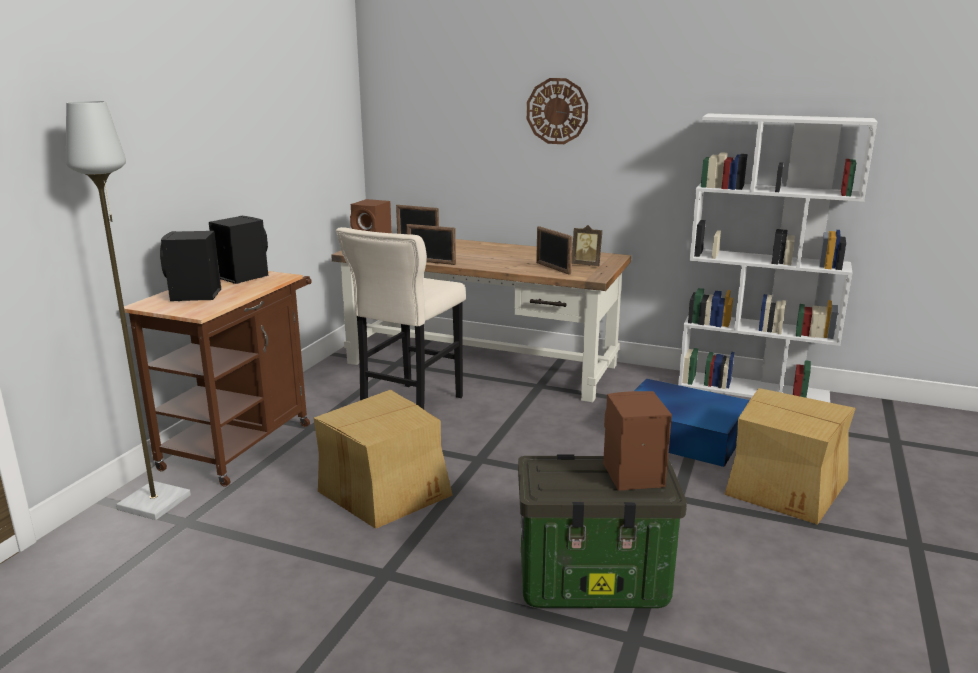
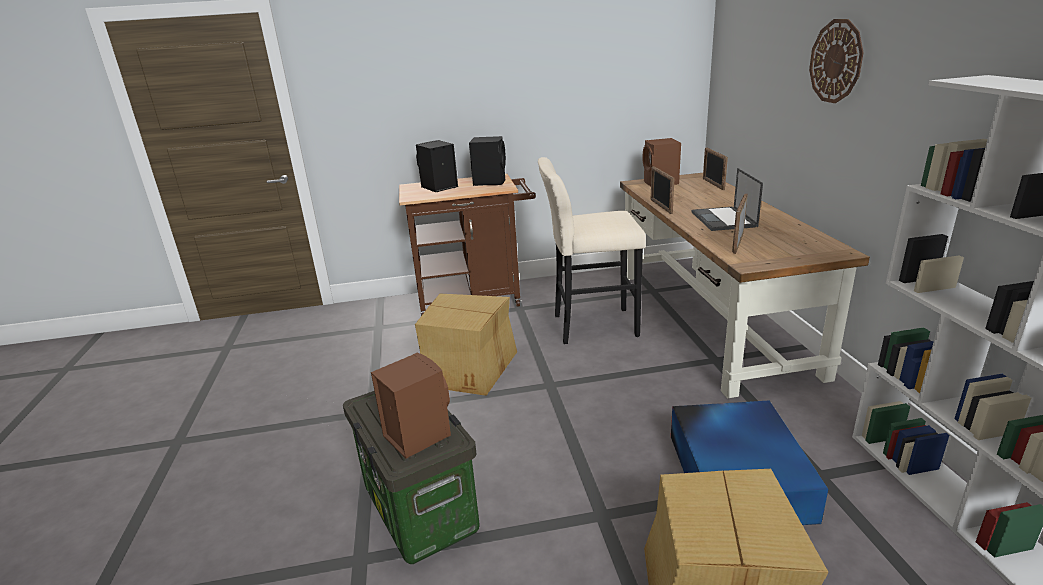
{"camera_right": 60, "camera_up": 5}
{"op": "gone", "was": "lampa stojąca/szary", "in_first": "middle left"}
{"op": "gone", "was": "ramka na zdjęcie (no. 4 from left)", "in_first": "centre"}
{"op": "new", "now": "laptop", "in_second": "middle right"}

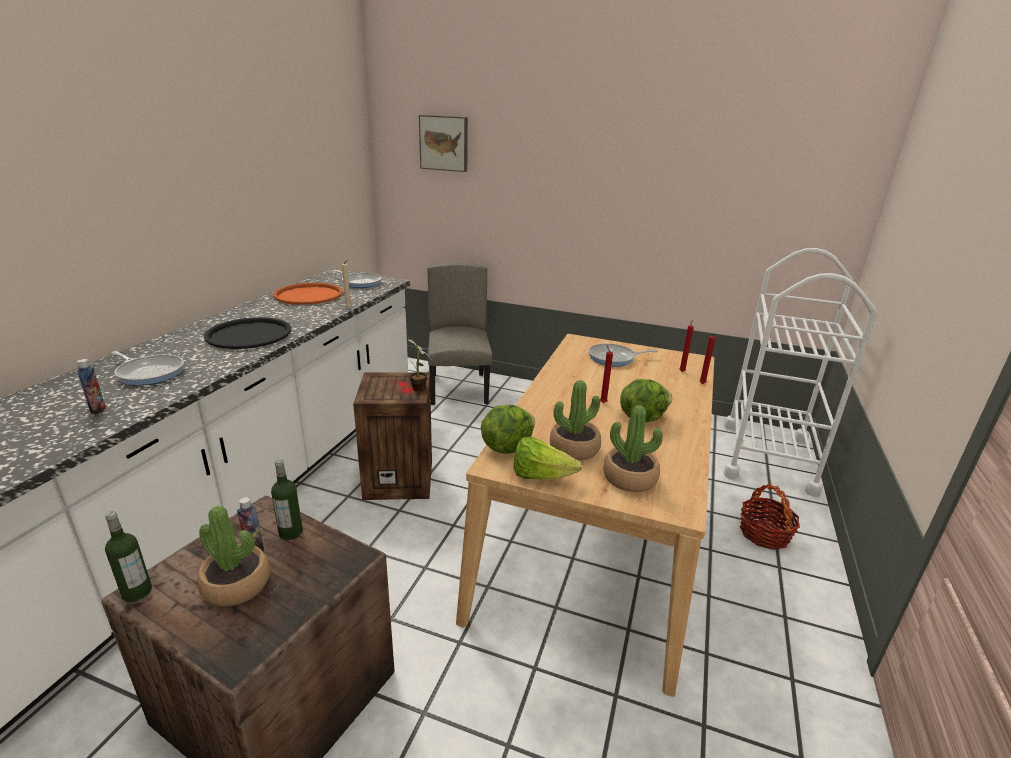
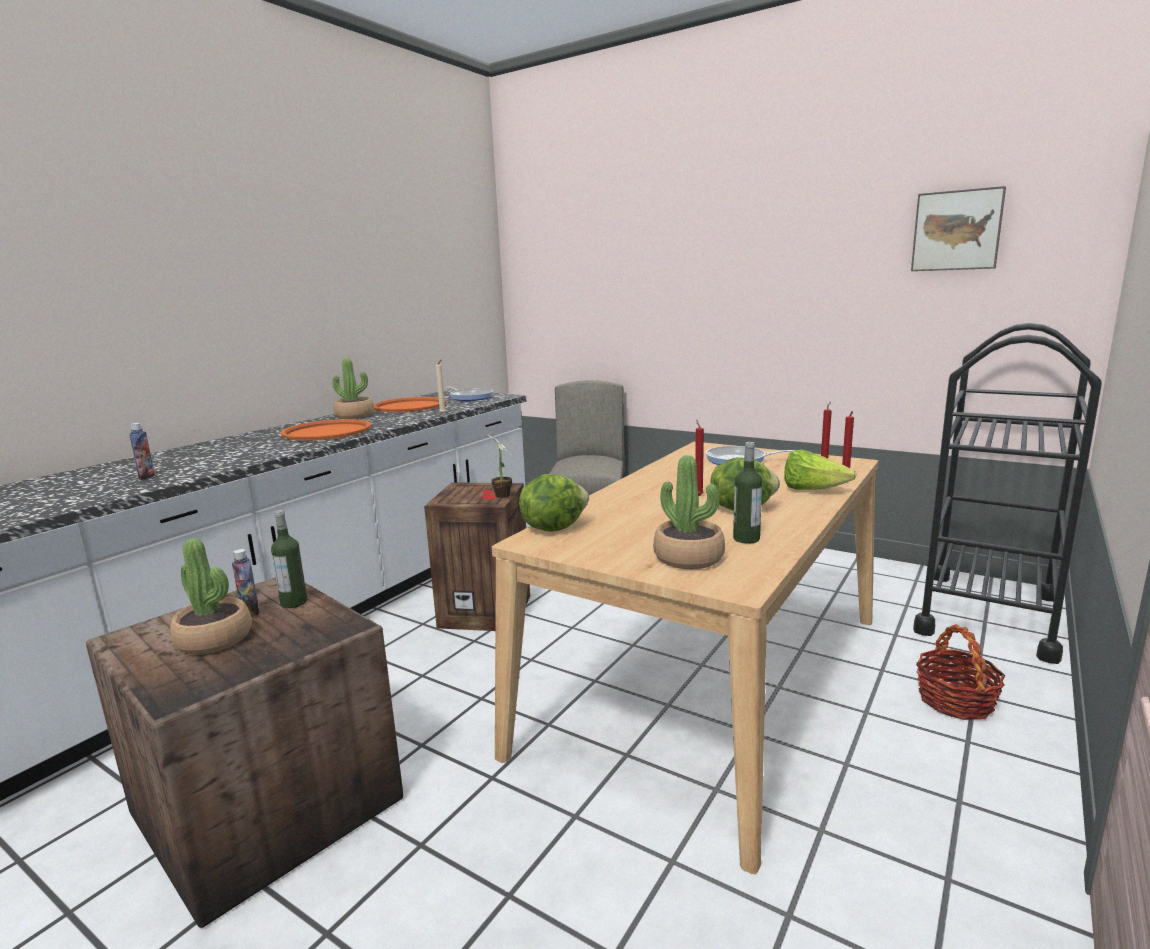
{"camera_right": 15, "camera_up": -10}
{"op": "shifted", "was": "butelka (no. 2 from left in the first image)", "now": "butelka (no. 4 from left)", "in_first": "bottom left", "in_second": "centre"}
{"op": "gone", "was": "patelnia (no. 1 from left)", "in_first": "middle left"}
{"op": "repainted", "was": "taca/czarny", "now": "taca/pomarańczowy (no. 1 from left)", "in_first": "middle left", "in_second": "middle left"}
{"op": "shifted", "was": "obraz", "in_first": "top centre", "in_second": "top right"}
{"op": "shifted", "was": "sałata (no. 2 from left in the first image)", "now": "sałata (no. 3 from left)", "in_first": "centre", "in_second": "middle right"}
{"op": "shifted", "was": "roślina doniczkowa (no. 3 from left in the first image)", "now": "roślina doniczkowa (no. 2 from left)", "in_first": "centre", "in_second": "middle left"}
{"op": "repainted", "was": "wózek/biały", "now": "wózek/czarny", "in_first": "middle right", "in_second": "middle right"}

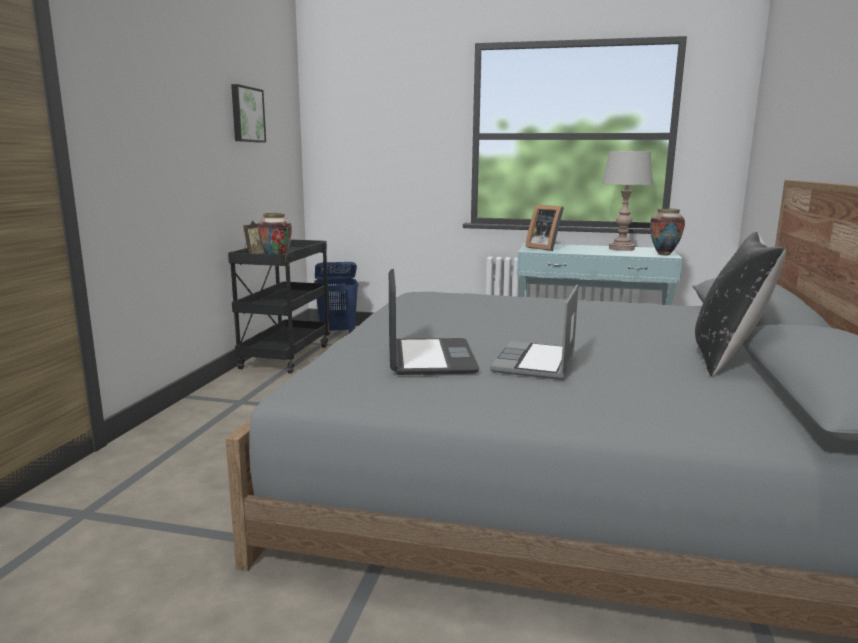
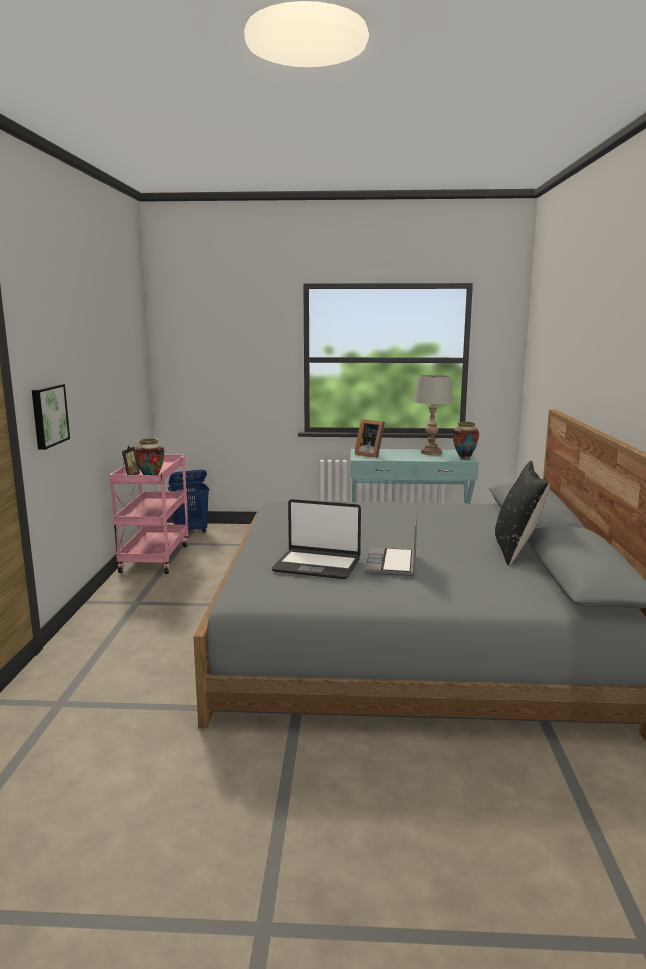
{"camera_right": -10, "camera_up": 0}
{"op": "repainted", "was": "wózek/czarny", "now": "wózek/różowy", "in_first": "middle left", "in_second": "middle left"}
{"op": "shifted", "was": "obraz", "in_first": "top left", "in_second": "middle left"}
{"op": "rotated", "was": "laptop (no. 1 from left)", "in_first": "centre", "in_second": "centre", "clockwise": 120}

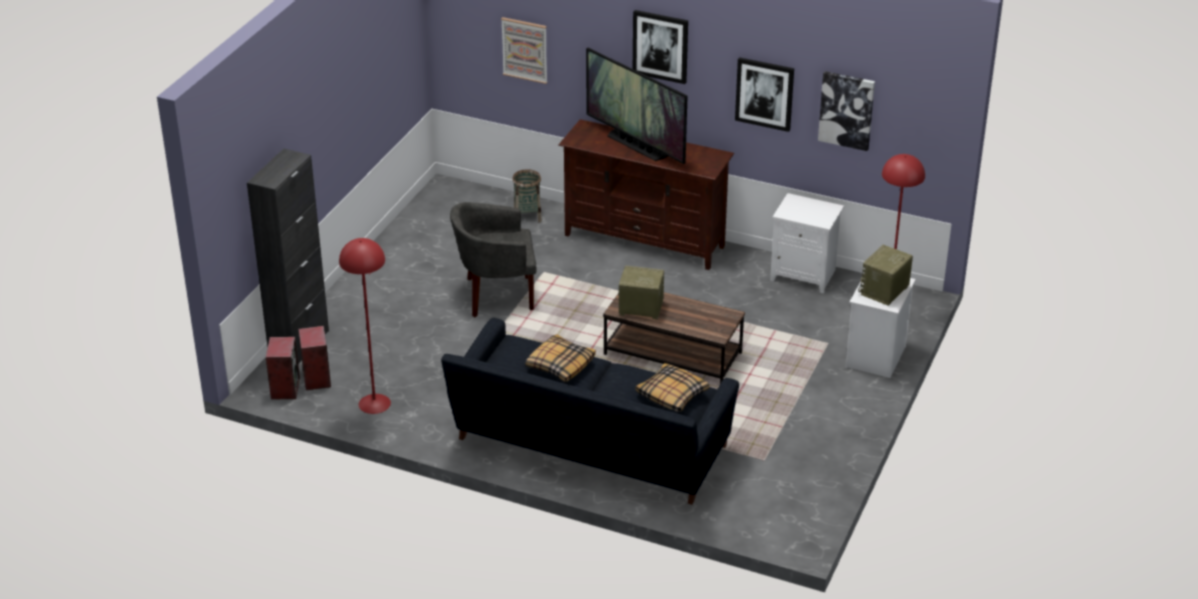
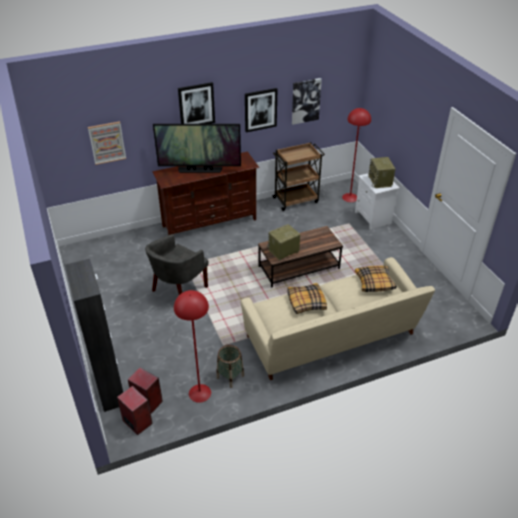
{"camera_right": -45, "camera_up": 5}
{"op": "repainted", "was": "kanapa/czarny", "now": "kanapa/beżowy", "in_first": "bottom centre", "in_second": "centre"}
{"op": "shifted", "was": "koszyk", "in_first": "top centre", "in_second": "bottom centre"}
{"op": "swapped", "was": "szafka nocna/biały (no. 1 from left)", "now": "wózek/brązowy", "in_first": "middle right", "in_second": "centre"}

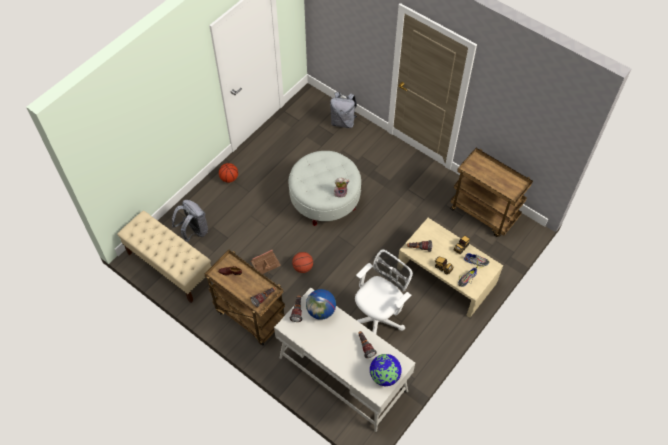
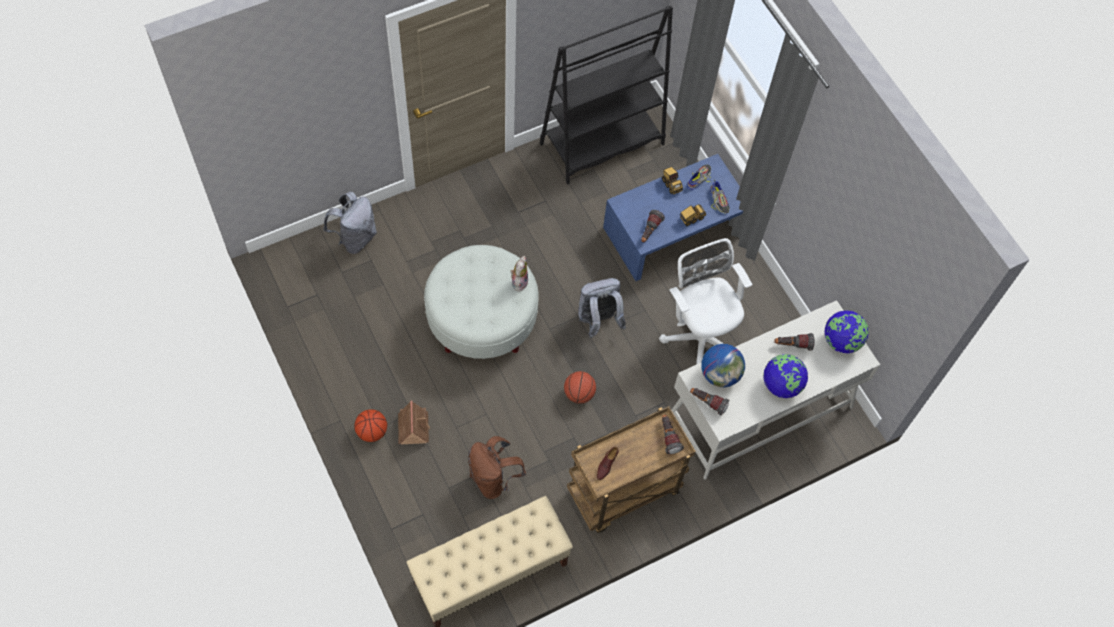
{"camera_right": -70, "camera_up": 5}
{"op": "shifted", "was": "plecak/szary (no. 1 from left in the first image)", "now": "plecak/szary (no. 2 from left)", "in_first": "middle left", "in_second": "centre"}
{"op": "shifted", "was": "domek", "in_first": "centre", "in_second": "bottom centre"}
{"op": "repainted", "was": "ława/beżowy", "now": "ława/niebieski", "in_first": "middle right", "in_second": "centre"}
{"op": "swapped", "was": "wózek/brązowy (no. 2 from left)", "now": "regał/czarny", "in_first": "middle right", "in_second": "top centre"}
{"op": "new", "now": "plecak/brązowy", "in_second": "bottom centre"}
{"op": "new", "now": "globus (no. 2 from left)", "in_second": "middle right"}

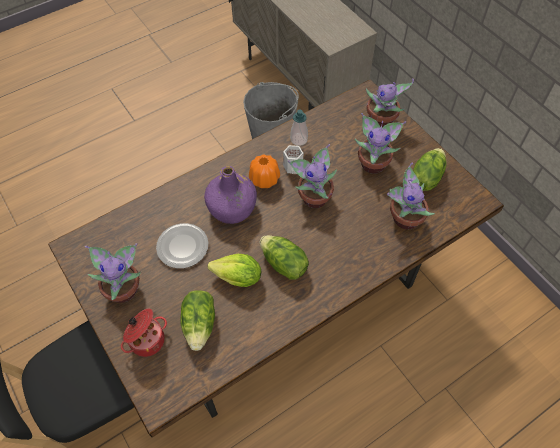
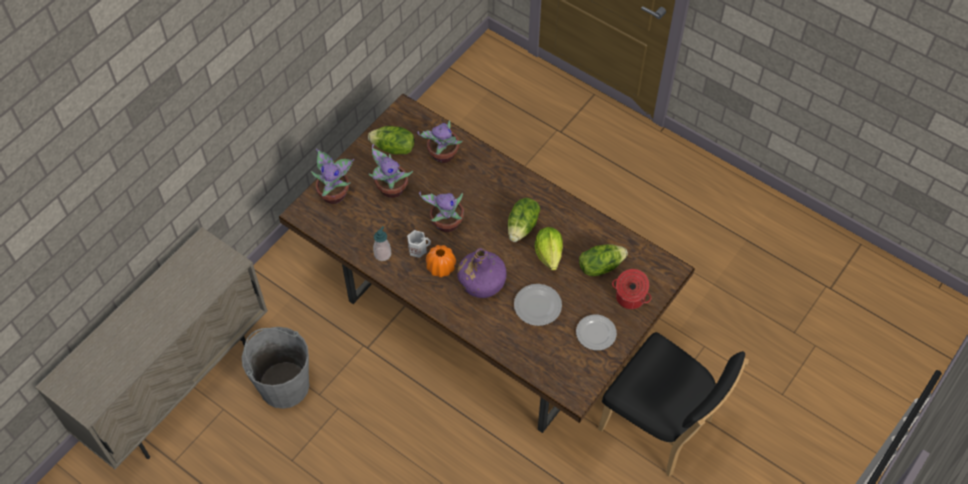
{"camera_right": -110, "camera_up": 0}
{"op": "swapped", "was": "roślina doniczkowa (no. 1 from left)", "now": "talerz (no. 2 from left)", "in_first": "middle left", "in_second": "bottom centre"}

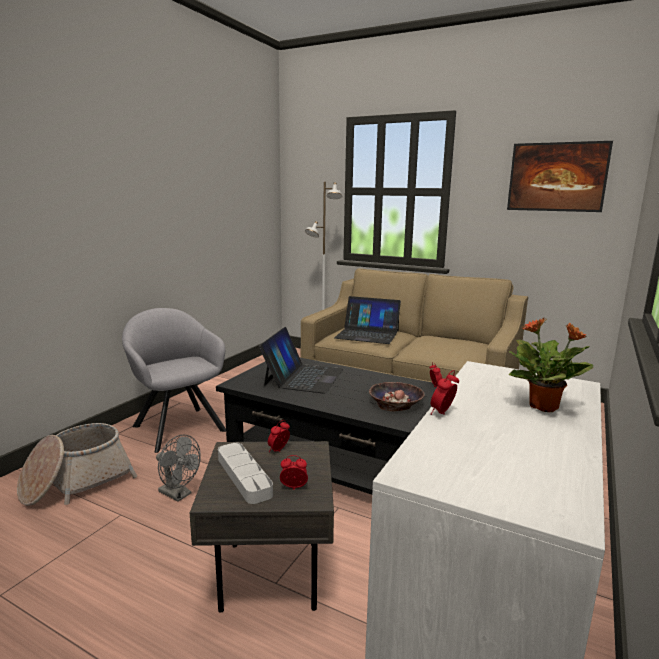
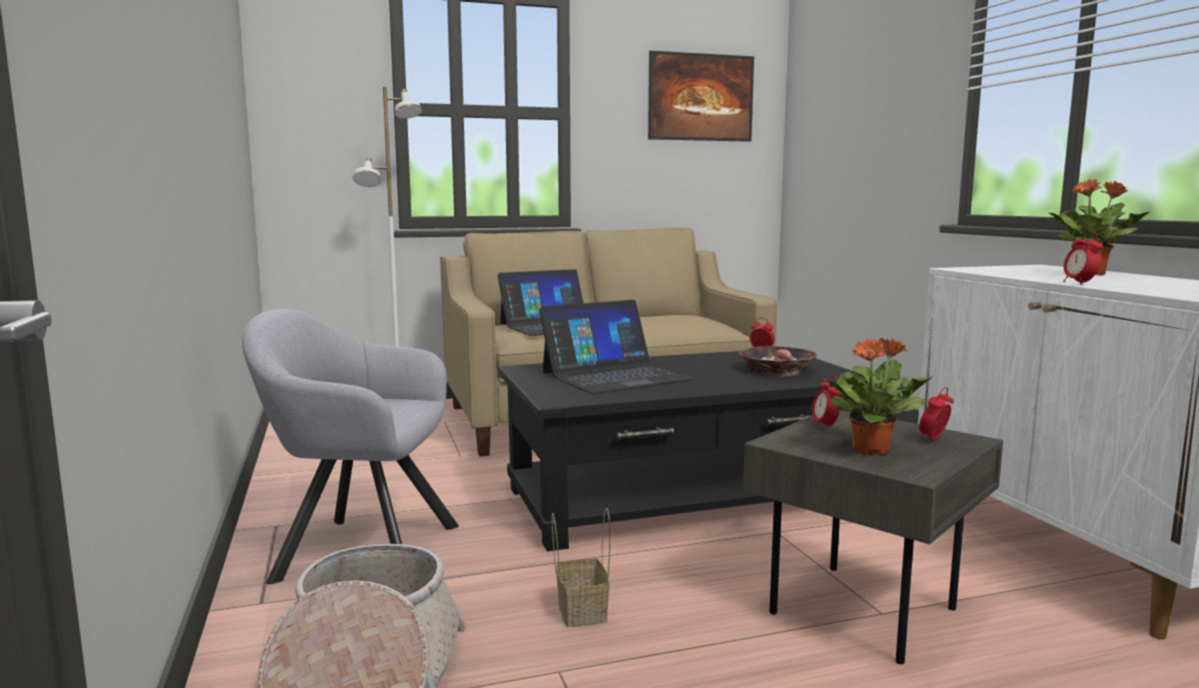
{"camera_right": -45, "camera_up": -5}
{"op": "swapped", "was": "wentylator/szary", "now": "koszyk (no. 2 from left)", "in_first": "bottom left", "in_second": "bottom centre"}
{"op": "swapped", "was": "taca/szary", "now": "roślina doniczkowa (no. 1 from left)", "in_first": "bottom centre", "in_second": "middle right"}
{"op": "rotated", "was": "laptop (no. 1 from left in the first image)", "in_first": "centre", "in_second": "centre", "clockwise": 90}

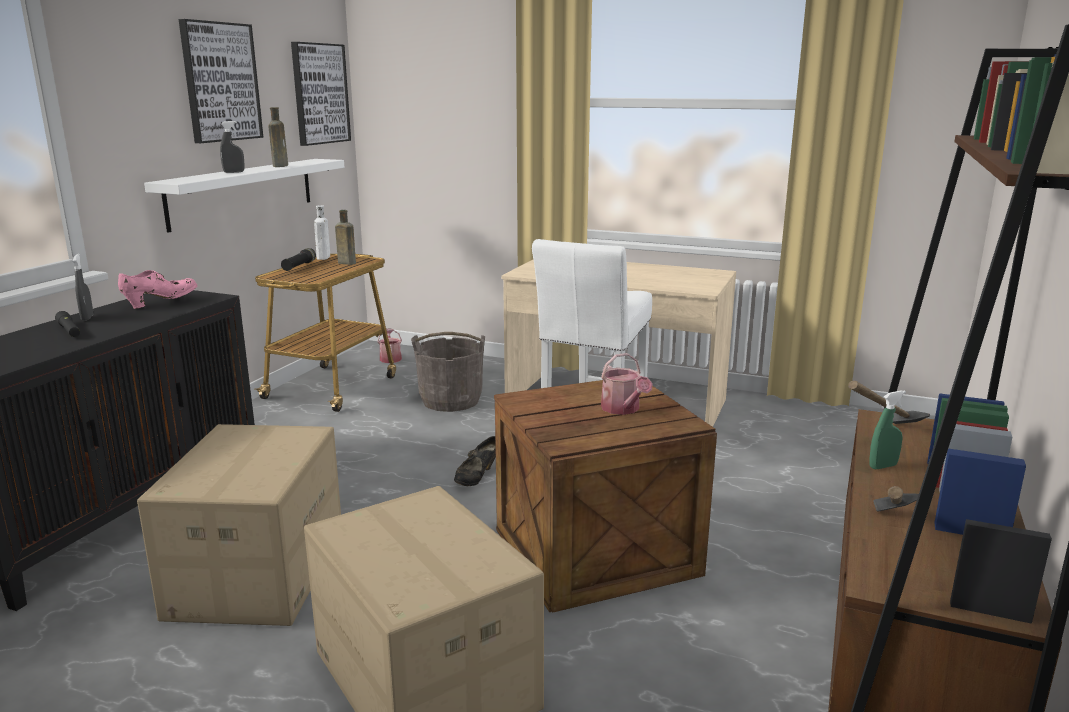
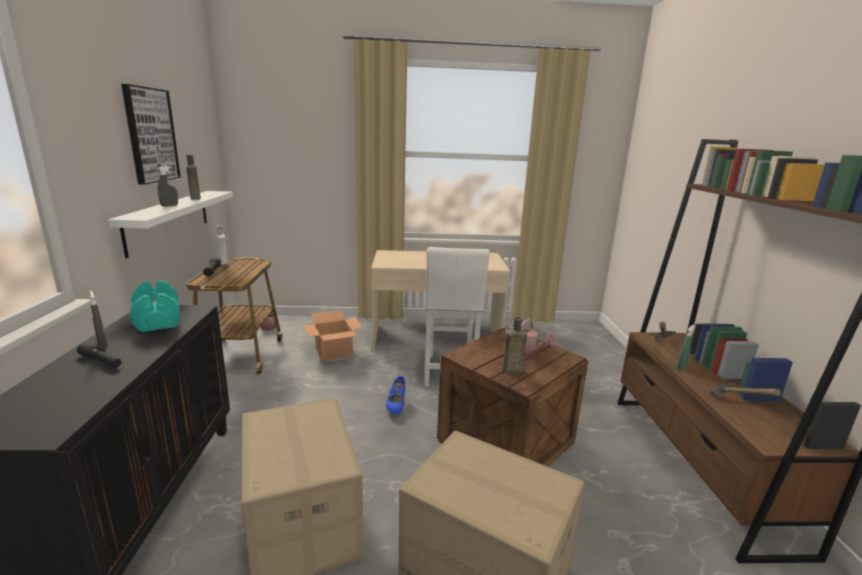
{"camera_right": -25, "camera_up": 0}
{"op": "swapped", "was": "but/różowy", "now": "hantel/turkusowy", "in_first": "middle left", "in_second": "middle left"}
{"op": "gone", "was": "obraz (no. 2 from left)", "in_first": "top left"}
{"op": "shifted", "was": "butelka/brązowy (no. 2 from left)", "in_first": "top left", "in_second": "centre"}
{"op": "swapped", "was": "wiadro/szary", "now": "karton (no. 2 from left)", "in_first": "centre", "in_second": "centre"}
{"op": "repainted", "was": "but/czarny", "now": "but/niebieski", "in_first": "centre", "in_second": "bottom centre"}

